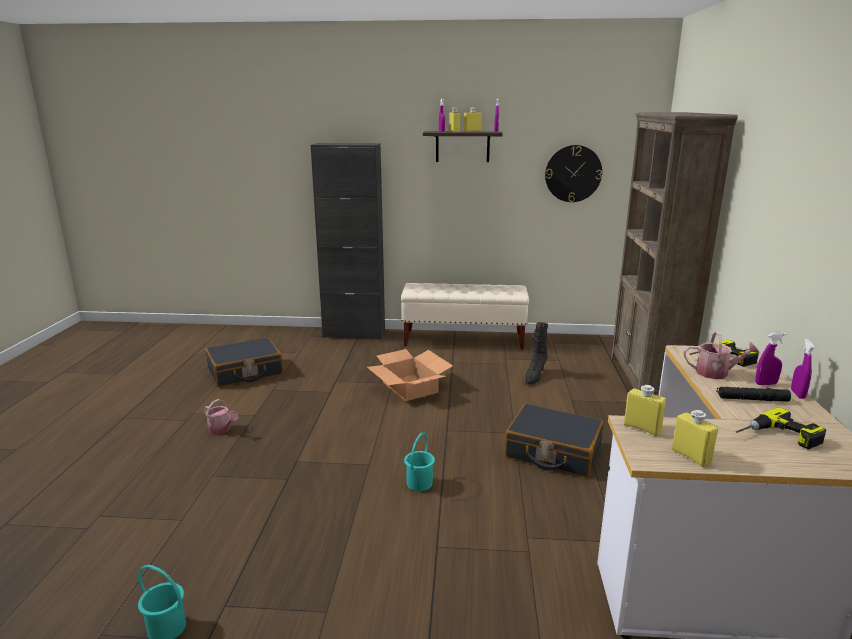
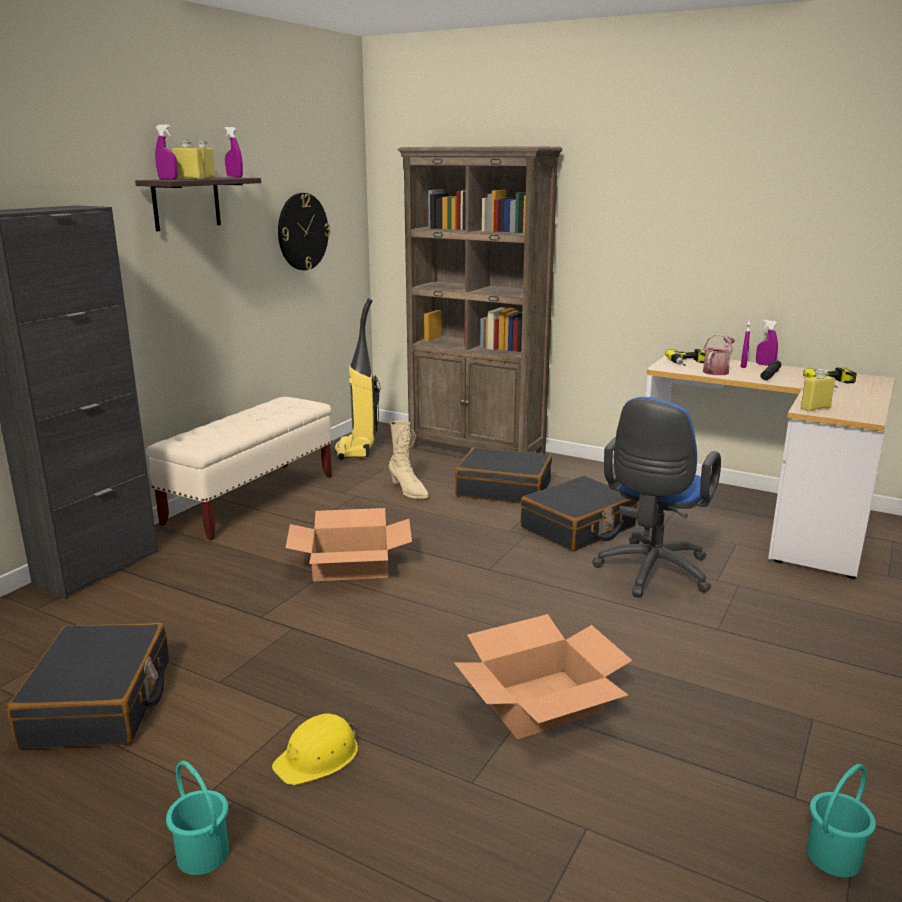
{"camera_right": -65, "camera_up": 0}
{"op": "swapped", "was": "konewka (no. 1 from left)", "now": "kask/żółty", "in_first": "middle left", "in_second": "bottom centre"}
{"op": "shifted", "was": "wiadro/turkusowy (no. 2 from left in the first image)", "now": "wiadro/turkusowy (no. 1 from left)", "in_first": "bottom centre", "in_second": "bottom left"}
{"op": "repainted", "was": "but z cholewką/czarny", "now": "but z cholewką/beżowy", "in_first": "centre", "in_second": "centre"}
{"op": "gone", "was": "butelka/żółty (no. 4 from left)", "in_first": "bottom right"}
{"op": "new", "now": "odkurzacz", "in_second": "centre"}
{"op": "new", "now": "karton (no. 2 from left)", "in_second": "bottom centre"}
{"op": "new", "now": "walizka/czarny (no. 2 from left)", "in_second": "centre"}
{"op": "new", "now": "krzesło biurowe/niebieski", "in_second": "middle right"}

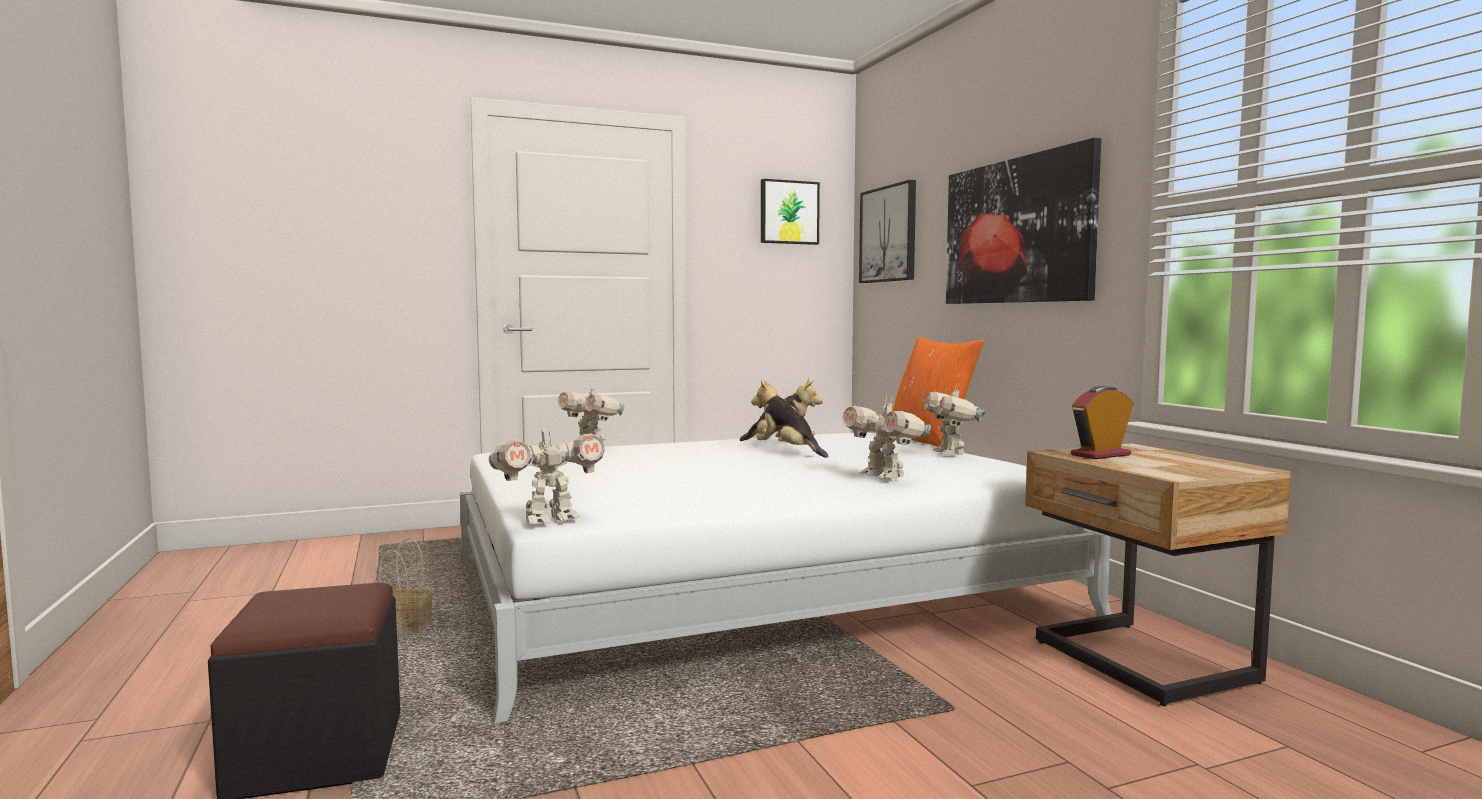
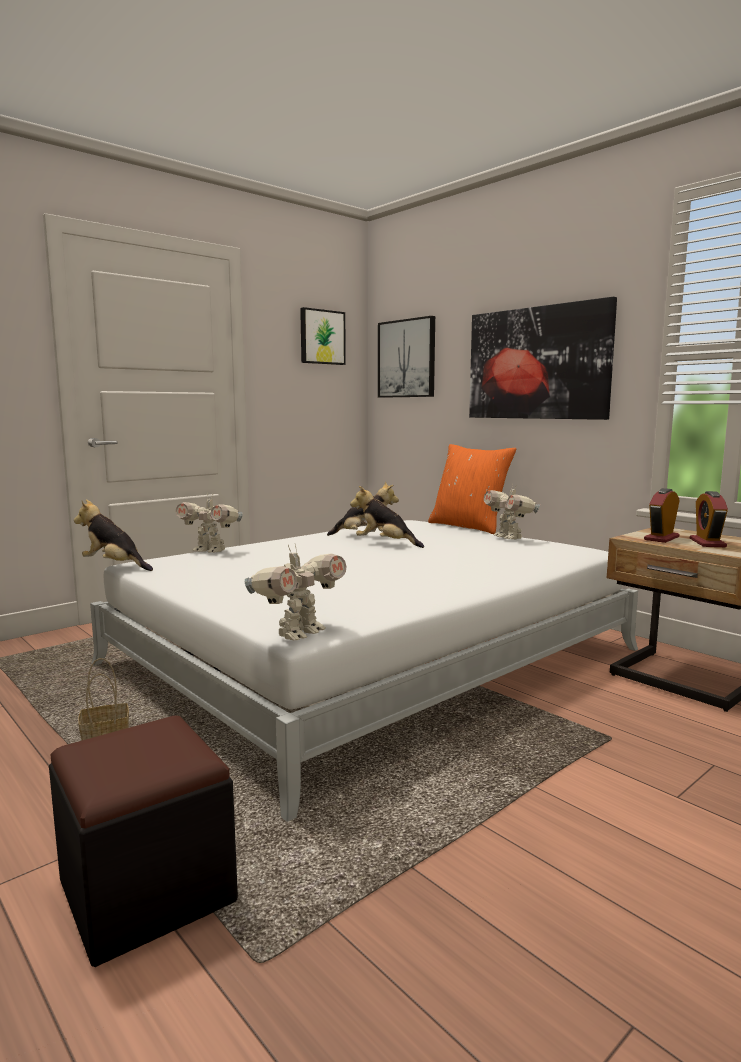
{"camera_right": -20, "camera_up": 5}
{"op": "gone", "was": "robot zabawkowy (no. 3 from left)", "in_first": "centre"}
{"op": "new", "now": "pluszak (no. 1 from left)", "in_second": "middle left"}
{"op": "new", "now": "budzik (no. 2 from left)", "in_second": "middle right"}

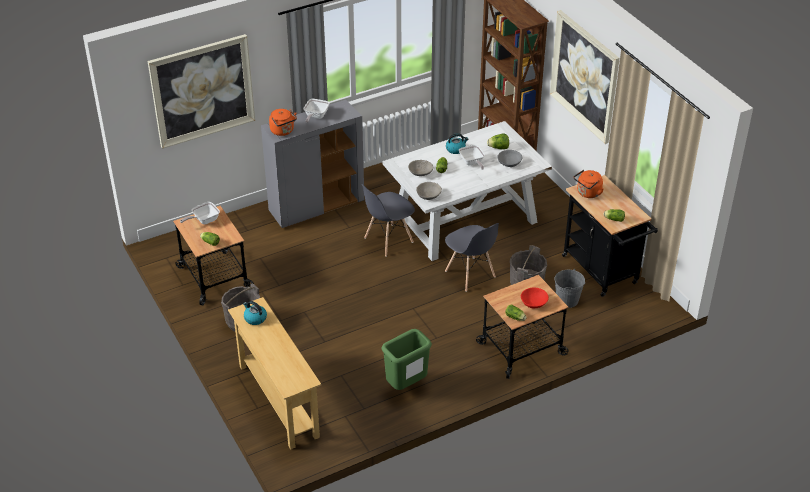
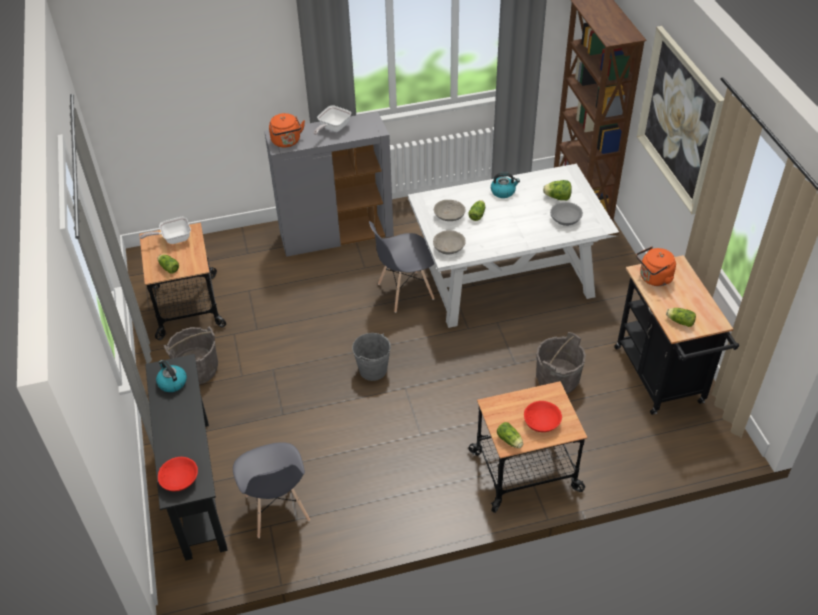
{"camera_right": 15, "camera_up": 5}
{"op": "gone", "was": "obraz (no. 1 from left)", "in_first": "top left"}
{"op": "repainted", "was": "stolik konsolowy/beżowy", "now": "stolik konsolowy/czarny", "in_first": "bottom centre", "in_second": "bottom left"}
{"op": "gone", "was": "kosz na śmieci/zielony", "in_first": "bottom centre"}
{"op": "shifted", "was": "krzesło/szary (no. 2 from left in the first image)", "now": "krzesło/szary (no. 1 from left)", "in_first": "centre", "in_second": "bottom left"}
{"op": "gone", "was": "patelnia (no. 3 from left)", "in_first": "top centre"}
{"op": "shifted", "was": "wiadro/szary (no. 3 from left in the first image)", "now": "wiadro/szary (no. 2 from left)", "in_first": "middle right", "in_second": "centre"}
{"op": "new", "now": "miska/czerwony (no. 1 from left)", "in_second": "bottom left"}

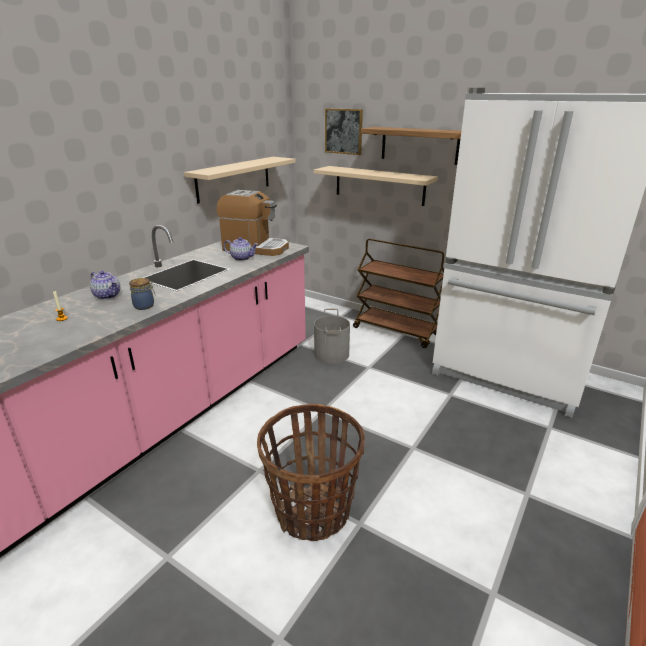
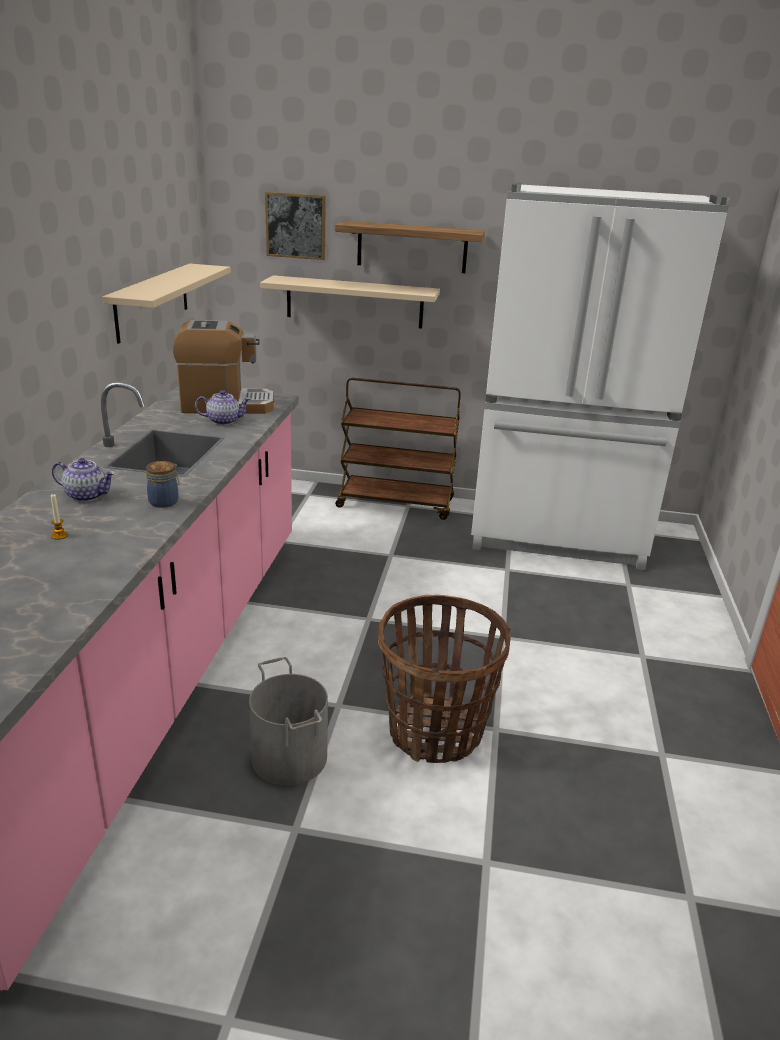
{"camera_right": -25, "camera_up": 0}
{"op": "shifted", "was": "wiadro/szary", "in_first": "centre", "in_second": "bottom centre"}

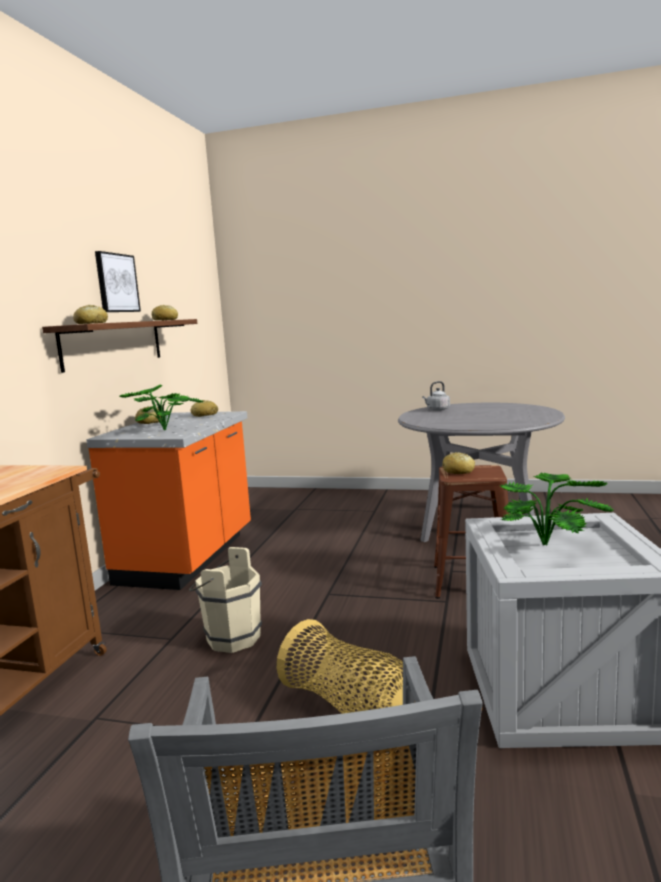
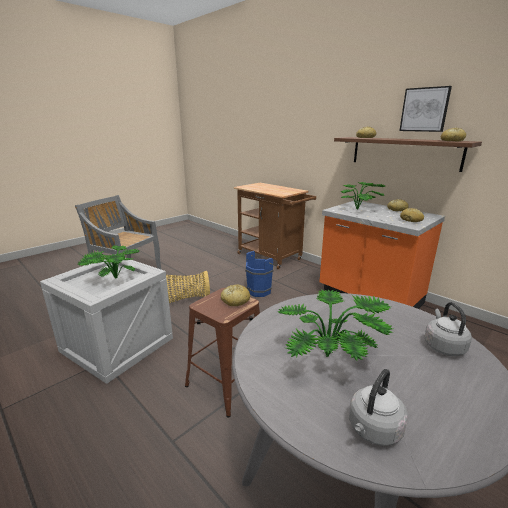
{"camera_right": 120, "camera_up": 10}
{"op": "repainted", "was": "wiadro/beżowy", "now": "wiadro/niebieski", "in_first": "bottom centre", "in_second": "centre"}
{"op": "new", "now": "roślina doniczkowa (no. 2 from left)", "in_second": "centre"}
{"op": "new", "now": "czajnik/szary (no. 1 from left)", "in_second": "bottom right"}

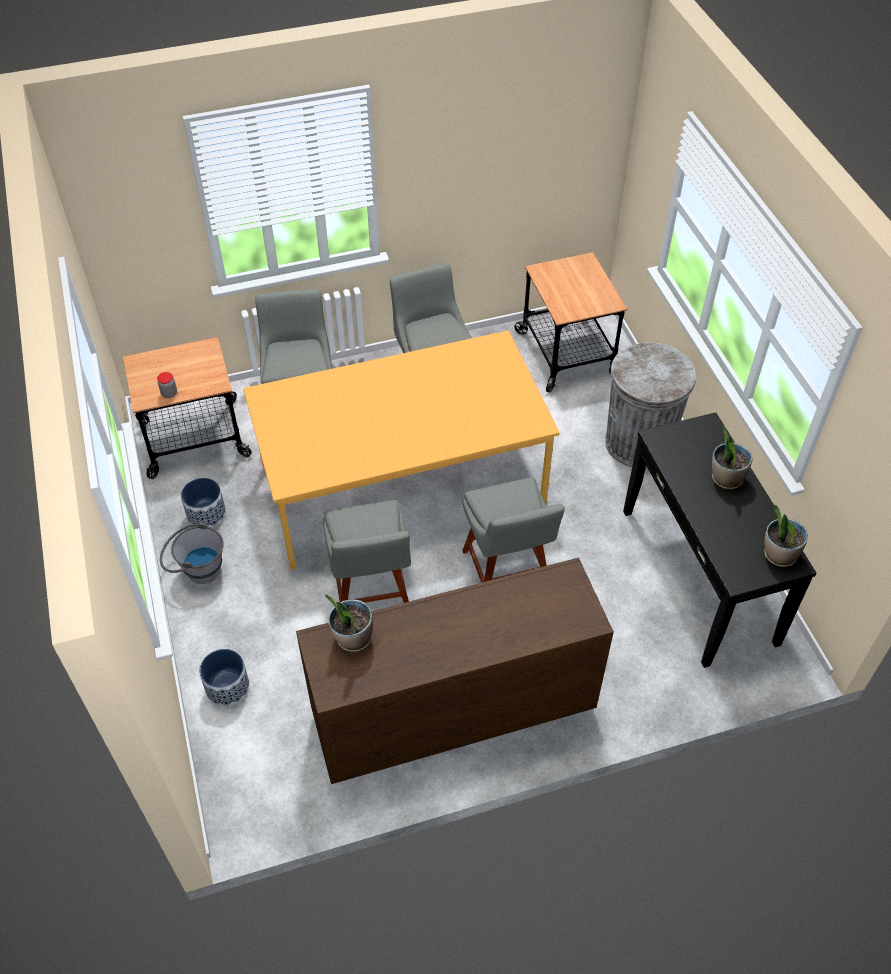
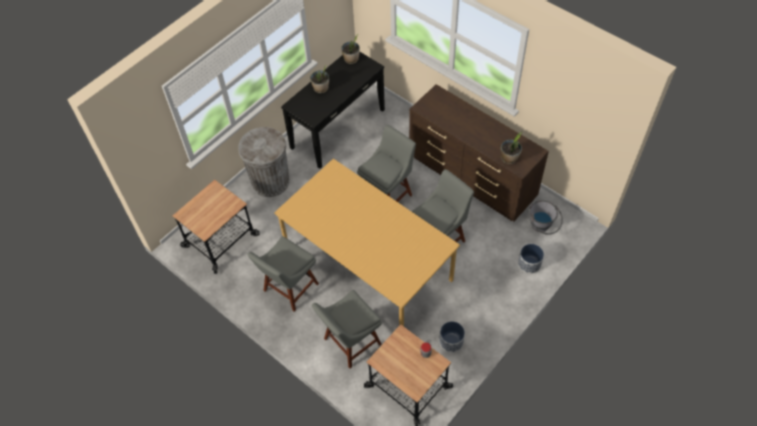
{"camera_right": -120, "camera_up": 5}
{"op": "shifted", "was": "wiadro/szary", "in_first": "middle left", "in_second": "middle right"}

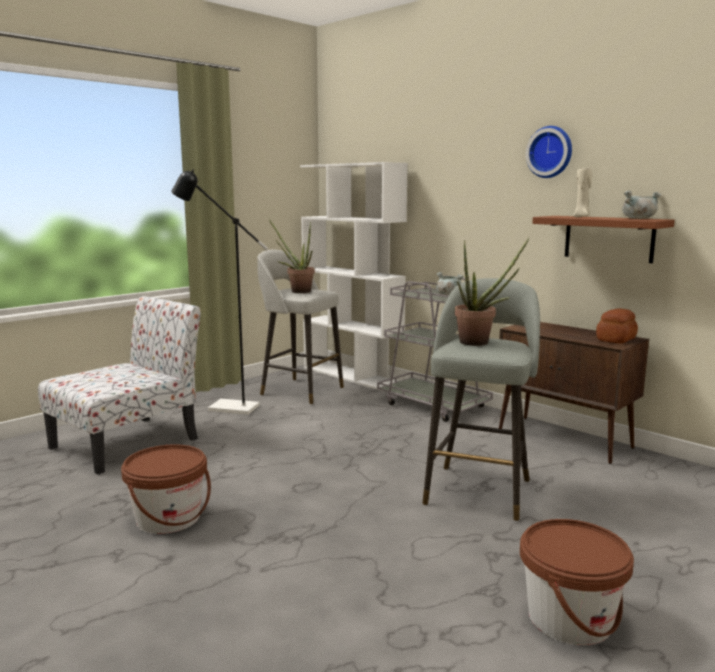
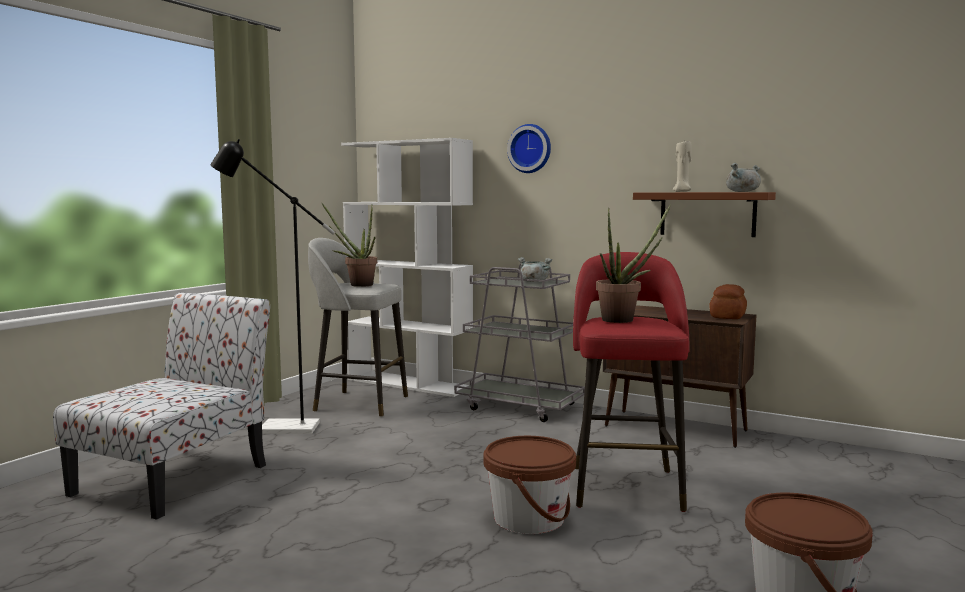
{"camera_right": -15, "camera_up": -5}
{"op": "shifted", "was": "wiadro/brązowy (no. 1 from left)", "in_first": "bottom left", "in_second": "bottom centre"}
{"op": "repainted", "was": "stołek/szary (no. 2 from left)", "now": "stołek/czerwony", "in_first": "middle right", "in_second": "centre"}
{"op": "shifted", "was": "zegar ścienny", "in_first": "top right", "in_second": "top centre"}

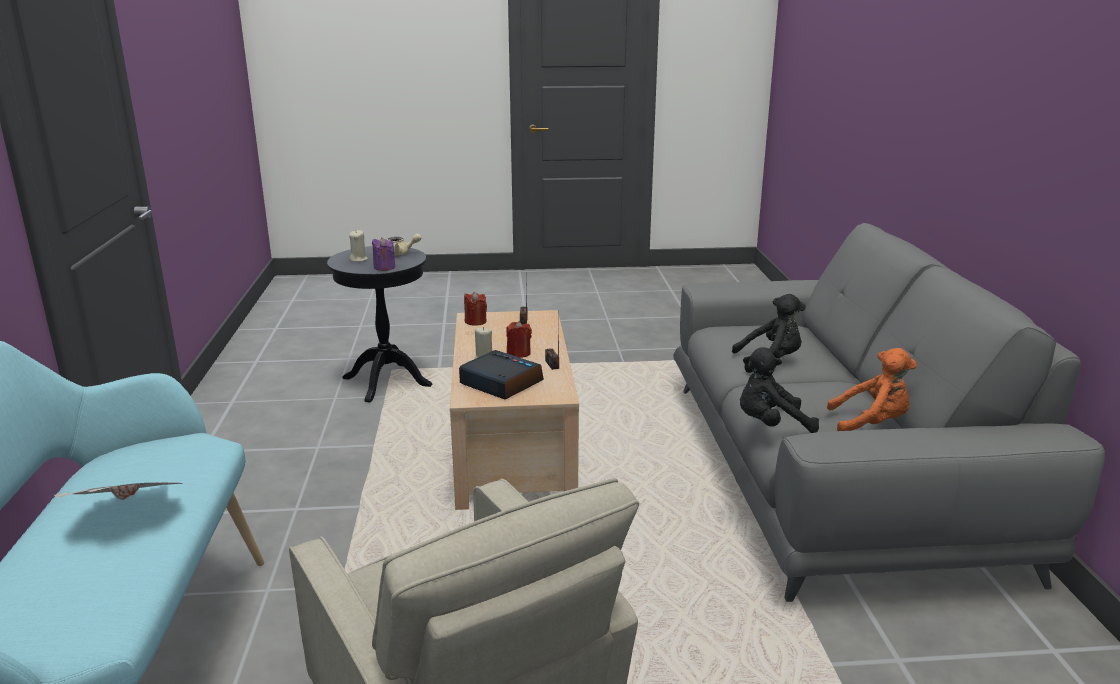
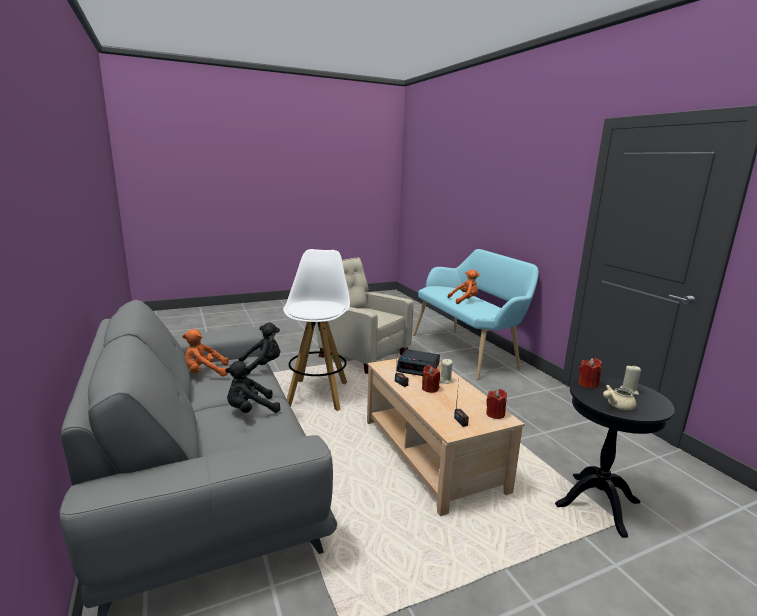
{"camera_right": 160, "camera_up": -5}
{"op": "swapped", "was": "gazeta", "now": "pluszak/pomarańczowy (no. 2 from left)", "in_first": "bottom left", "in_second": "centre"}
{"op": "repainted", "was": "świeca/fioletowy", "now": "świeca/czerwony (no. 3 from left)", "in_first": "centre", "in_second": "middle right"}
{"op": "new", "now": "stołek/biały", "in_second": "centre"}

